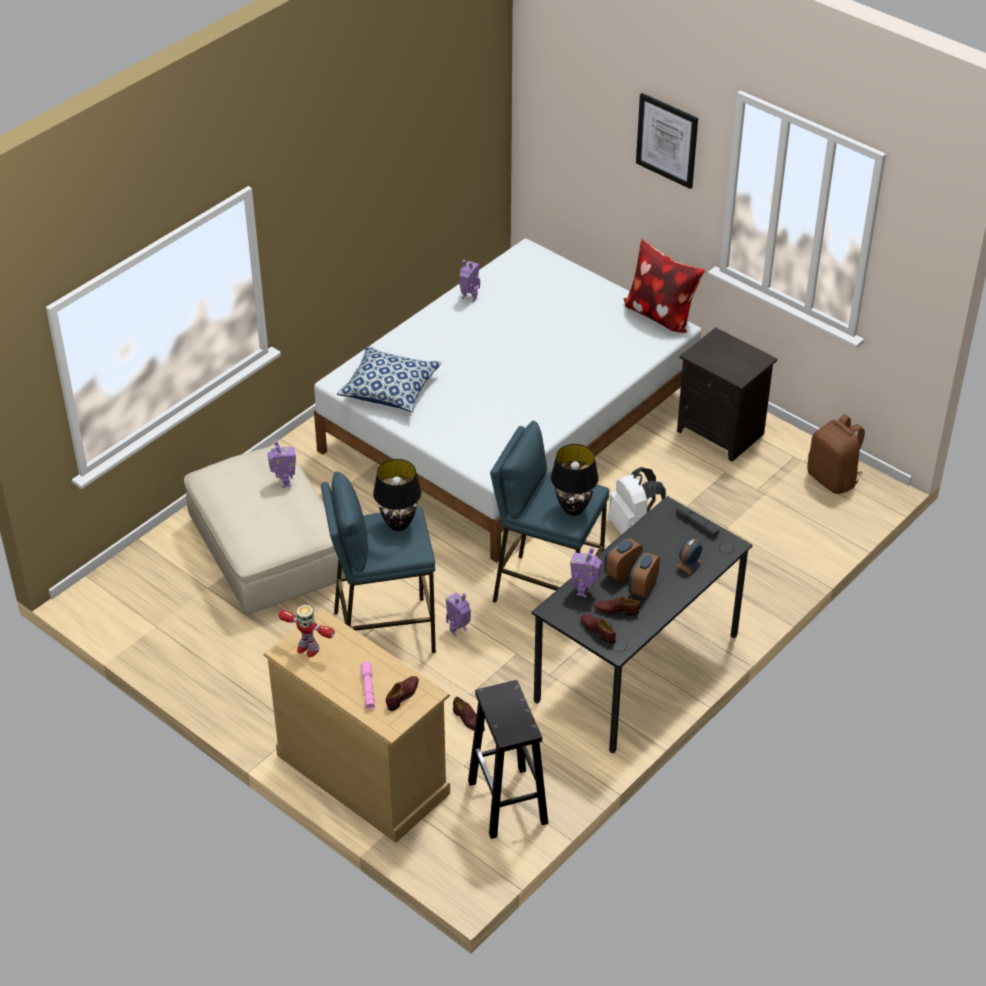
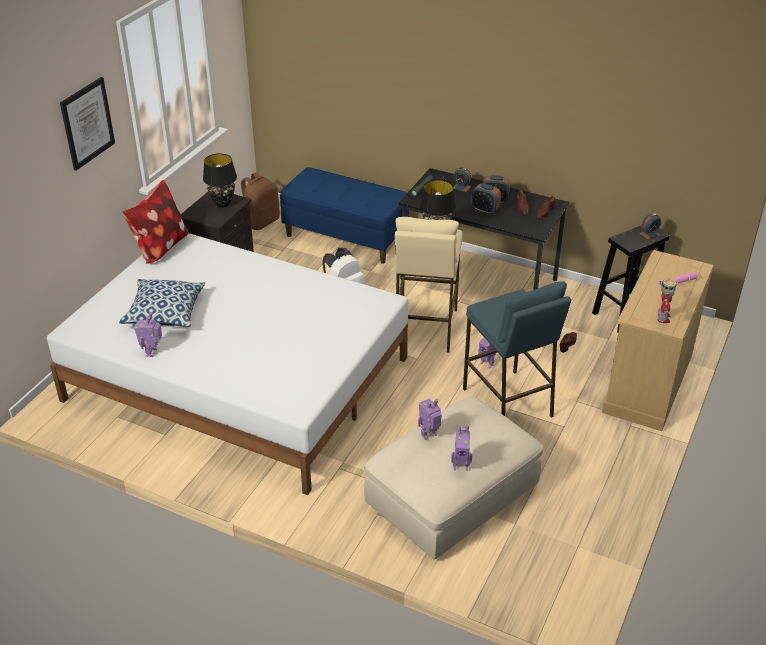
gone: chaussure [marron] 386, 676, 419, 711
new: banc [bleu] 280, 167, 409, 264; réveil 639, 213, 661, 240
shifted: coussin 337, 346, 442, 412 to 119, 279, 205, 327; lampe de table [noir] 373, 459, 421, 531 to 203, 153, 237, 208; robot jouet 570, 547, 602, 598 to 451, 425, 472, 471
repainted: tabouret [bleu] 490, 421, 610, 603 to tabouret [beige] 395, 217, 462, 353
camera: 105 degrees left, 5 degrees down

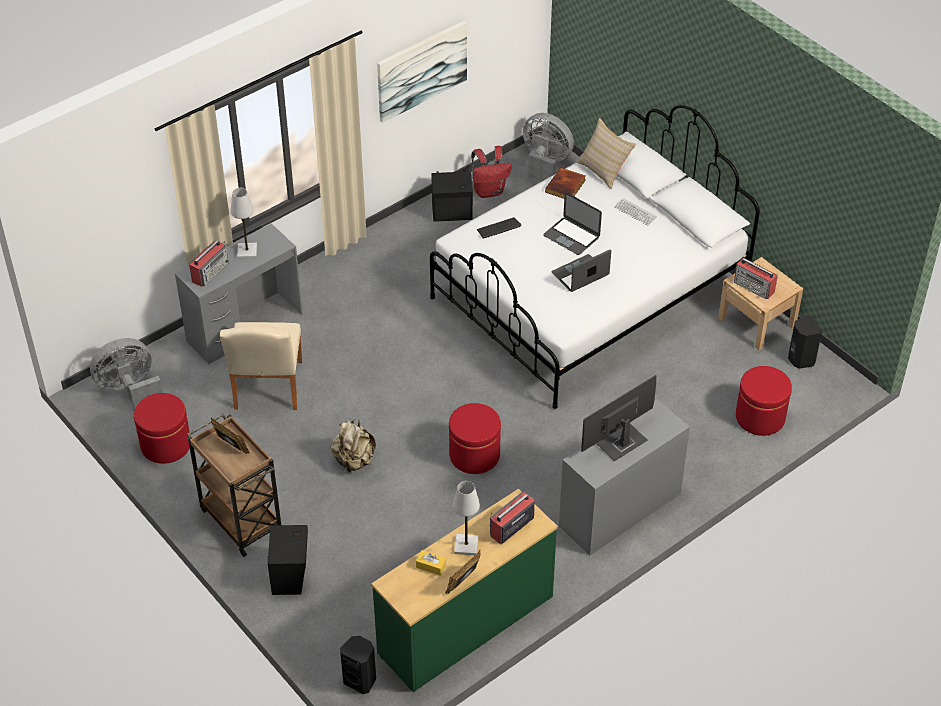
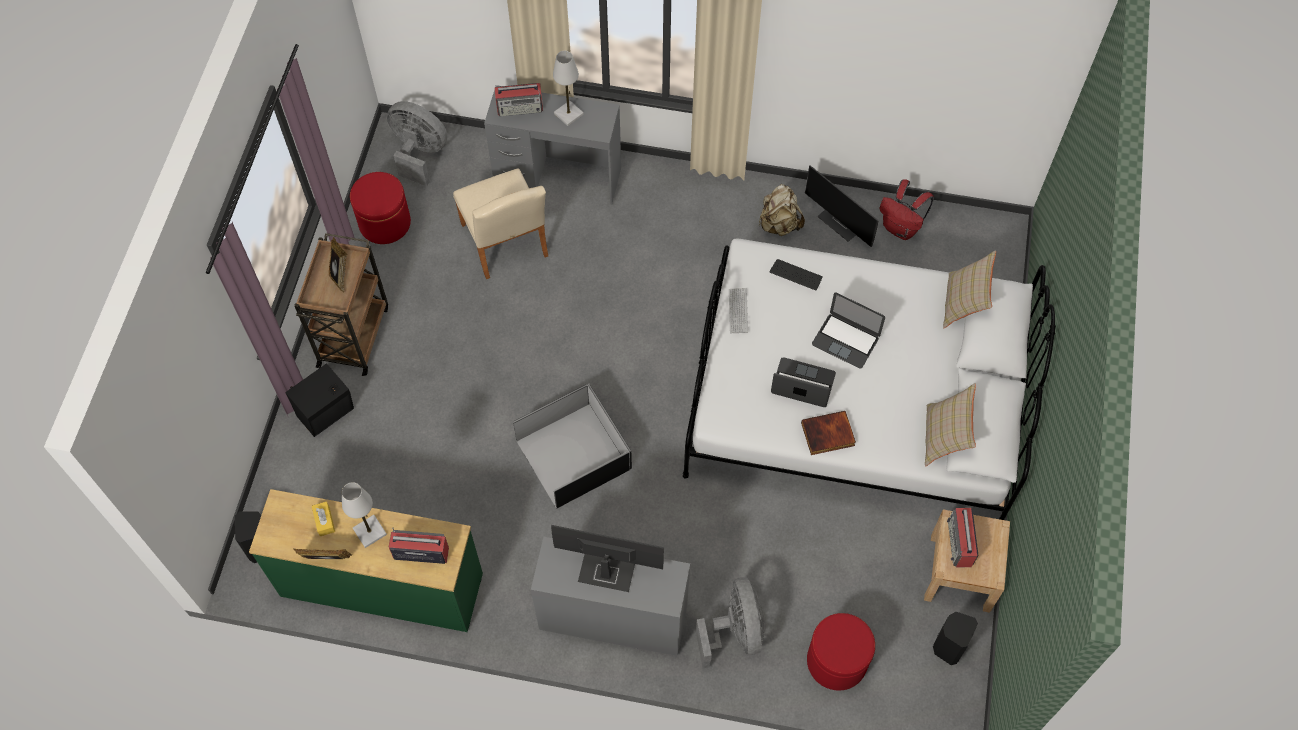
gone: tableau 377, 20, 467, 123
new: coussin [beige] 925, 383, 976, 466
shifted: sac à dos [beige] 331, 419, 376, 473 to 759, 184, 805, 236; ventilateur [gris] 523, 113, 574, 182 to 696, 577, 764, 668; livre 545, 167, 586, 199 to 801, 411, 856, 455; clavier 615, 198, 657, 225 to 729, 288, 748, 334
swapped: enceinte [noir] 431, 170, 473, 222 to écran d'ordinateur 805, 165, 879, 247; pouf [rouge] 449, 403, 501, 474 to boîte de rangement [noir] 513, 384, 632, 508
rotated: chaise [beige] 220, 322, 302, 410 = 453, 168, 548, 279 75 degrees counterclockwise; ordinateur portable 543, 192, 602, 255 = 812, 293, 885, 369 60 degrees counterclockwise
camera: 50 degrees right, 15 degrees up

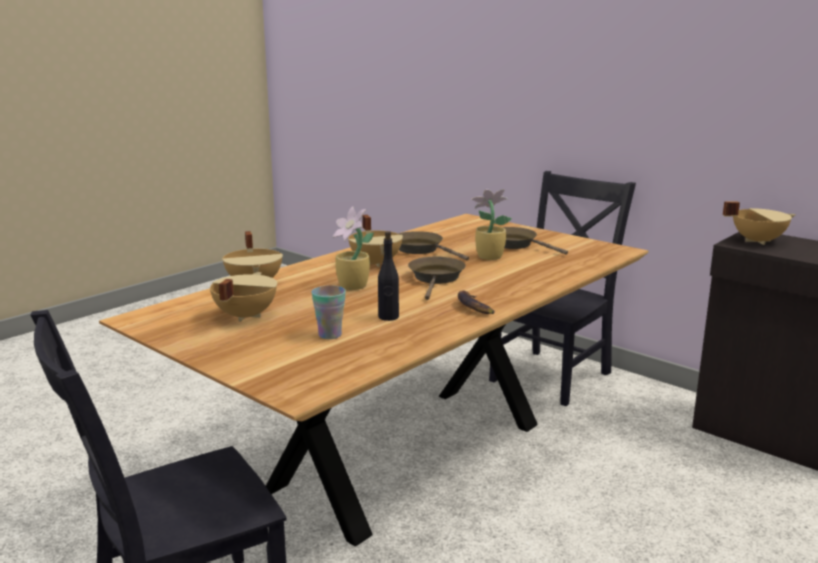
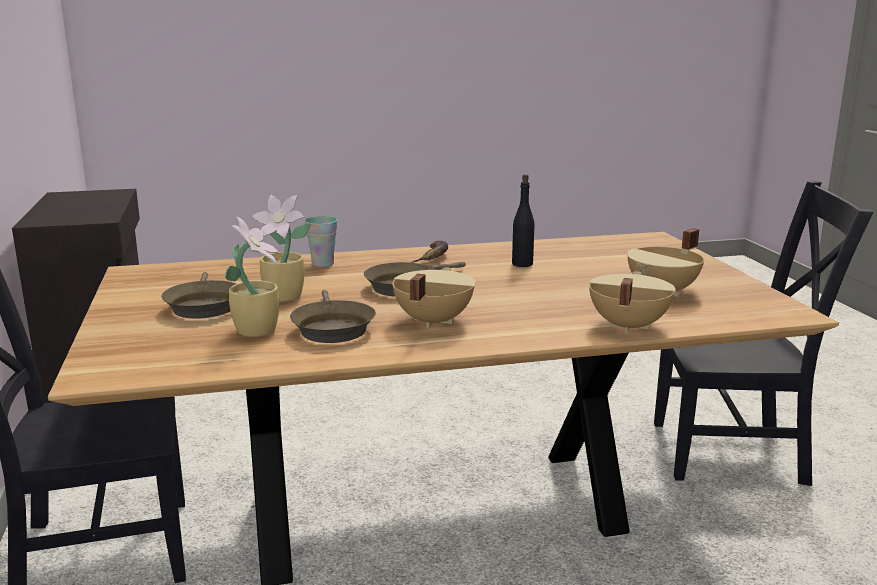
gone: marmite [beige] 723, 201, 796, 245
shifted: tasse 312, 285, 346, 339 to 304, 216, 337, 267; plante en pot 332, 206, 374, 290 to 225, 216, 279, 337
camera: 145 degrees left, 0 degrees up

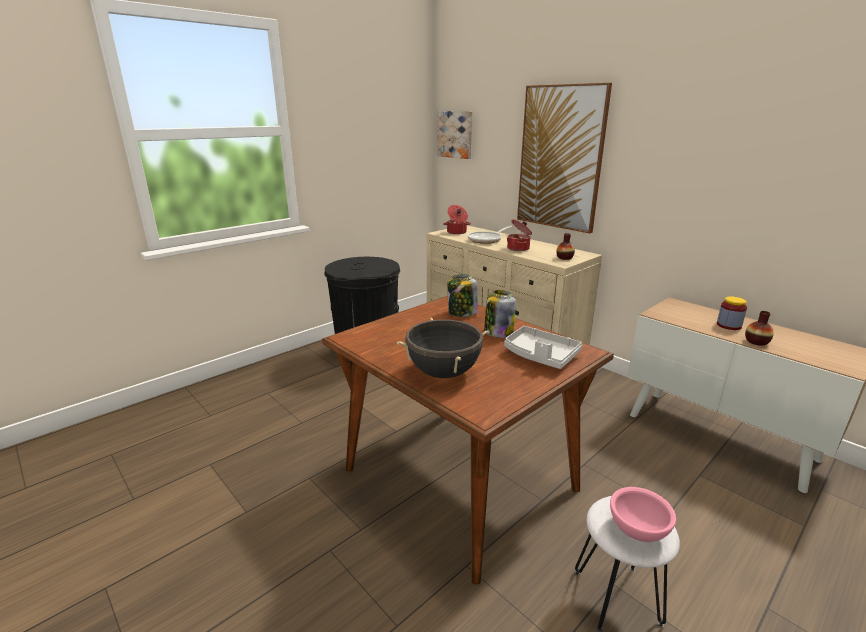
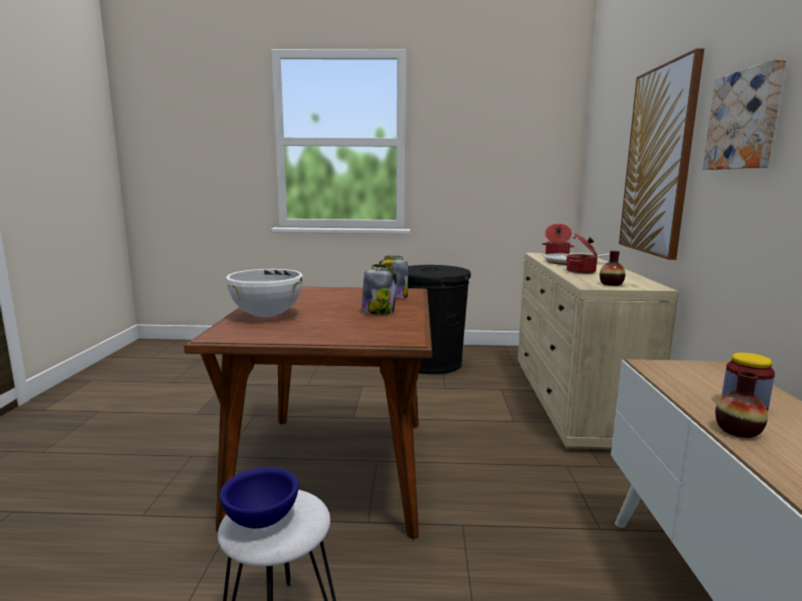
gone: plateau [gris] 504, 326, 583, 369
shifted: tableau 437, 111, 472, 159 to 703, 59, 786, 170
repainted: marmite [noir] 397, 318, 490, 378 to marmite [blanc] 226, 269, 303, 317; bol [rose] 610, 487, 676, 542 to bol [bleu] 220, 467, 299, 528
camera: 45 degrees right, 10 degrees down

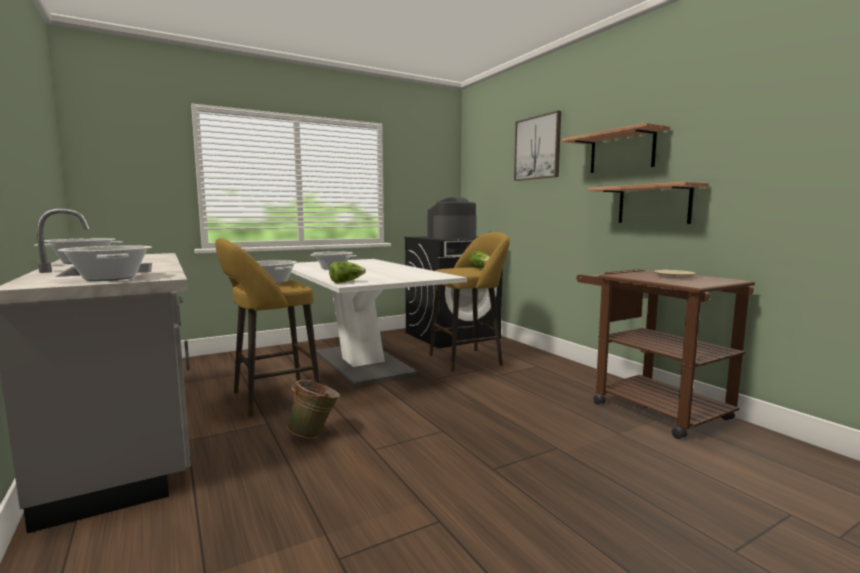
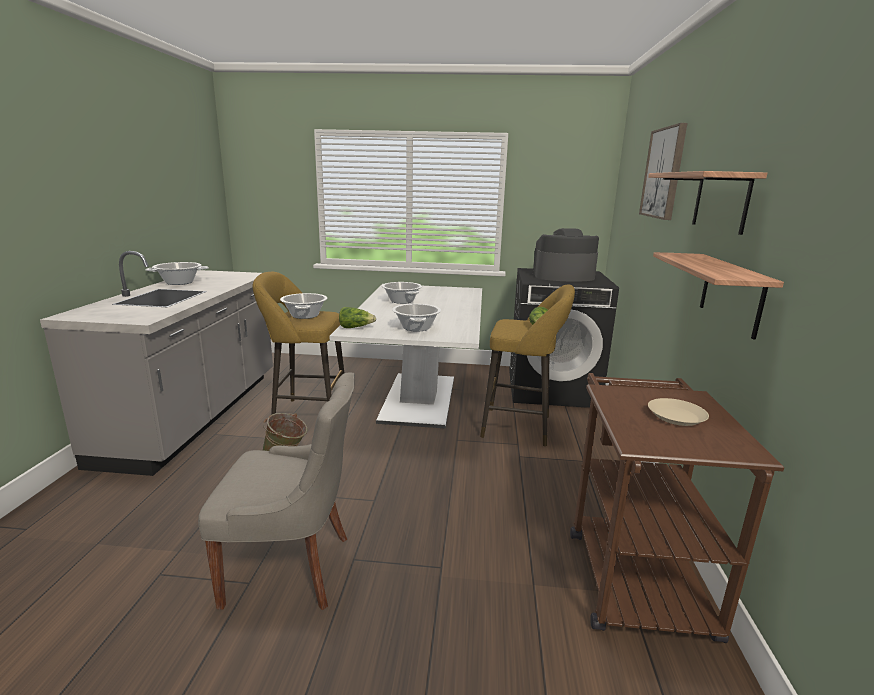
new: chaise [gris] 198, 372, 355, 610
shifted: marmite 58, 246, 152, 281 to 392, 304, 441, 332
camera: 35 degrees right, 10 degrees up

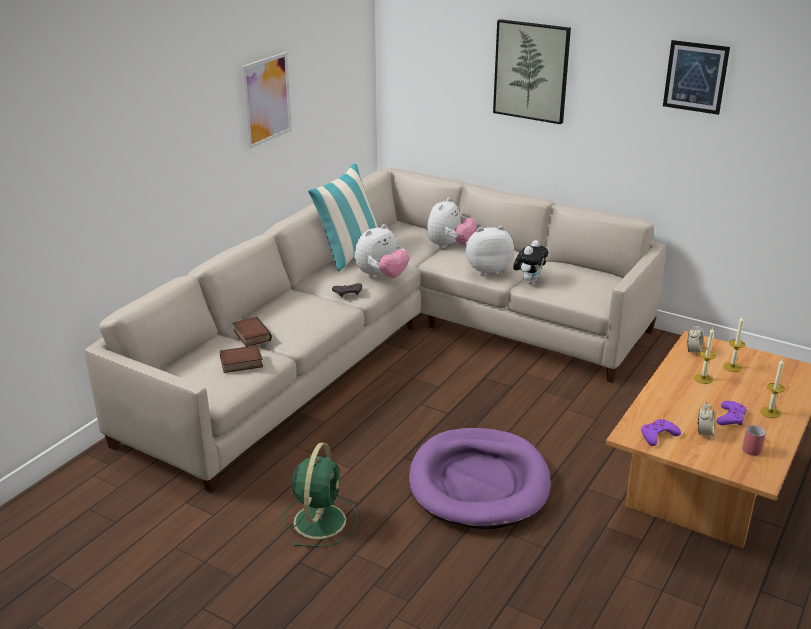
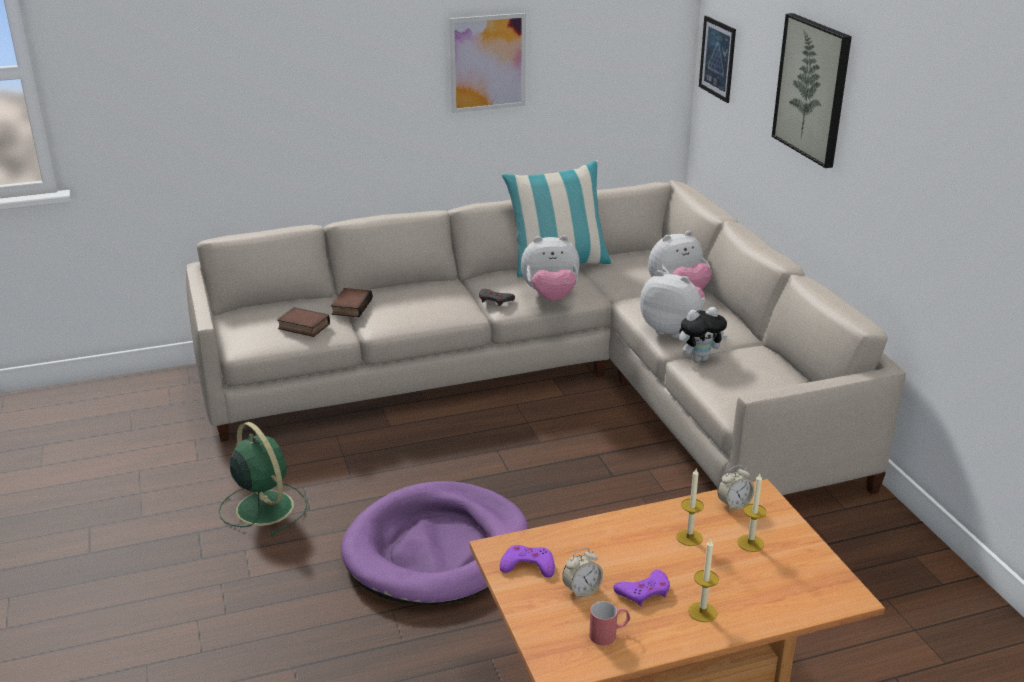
shifted: tableau 663, 40, 730, 115 to 699, 16, 736, 103
rotated: ventilateur [vert] 284, 443, 357, 547 = 219, 422, 307, 535 90 degrees counterclockwise
camera: 40 degrees right, 0 degrees up

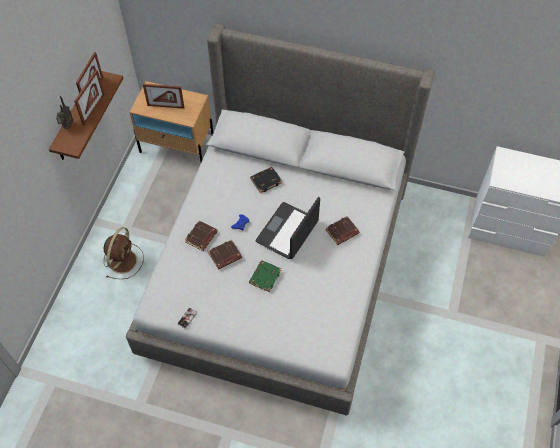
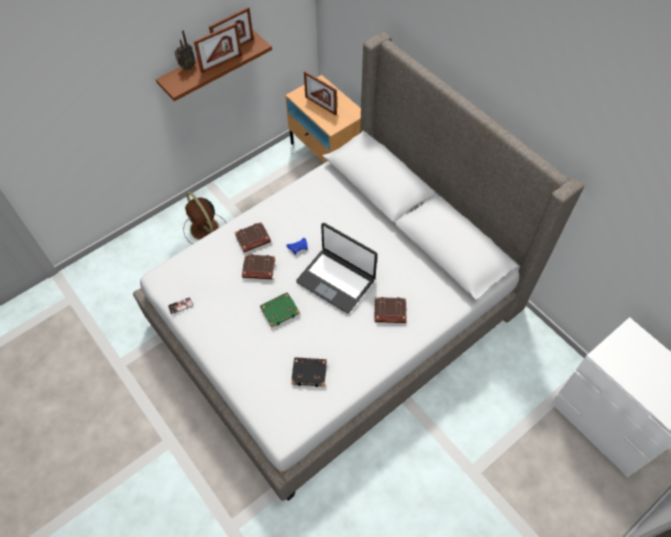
shifted: livre [noir] 250, 167, 282, 194 to 291, 357, 327, 387
rotated: ventilateur [marron] 104, 227, 144, 279 = 183, 192, 226, 244 90 degrees clockwise; ordinateur portable 256, 197, 320, 259 = 296, 223, 378, 313 120 degrees counterclockwise
camera: 35 degrees right, 0 degrees up

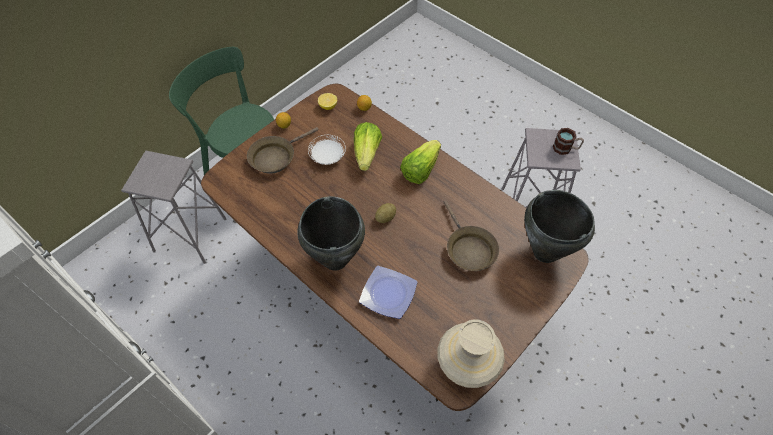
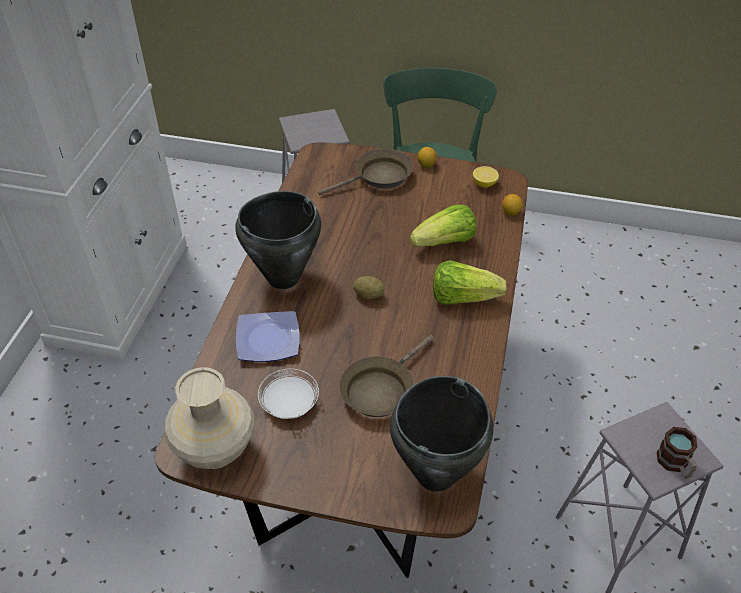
shifted: assiette [blanc] 308, 135, 346, 165 to 258, 369, 319, 419
rotated: poêle [marron] 247, 127, 319, 174 = 318, 148, 413, 195 135 degrees clockwise
camera: 60 degrees right, 10 degrees down

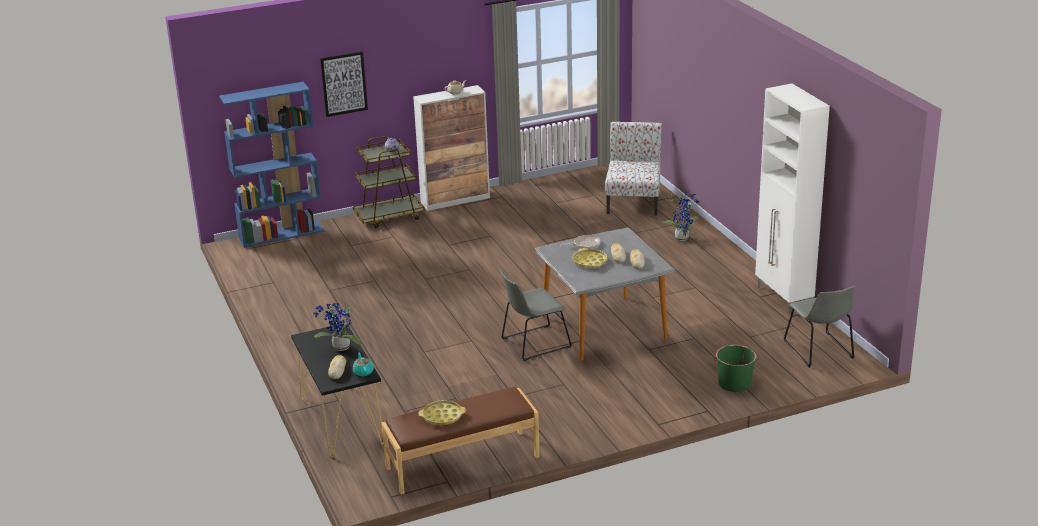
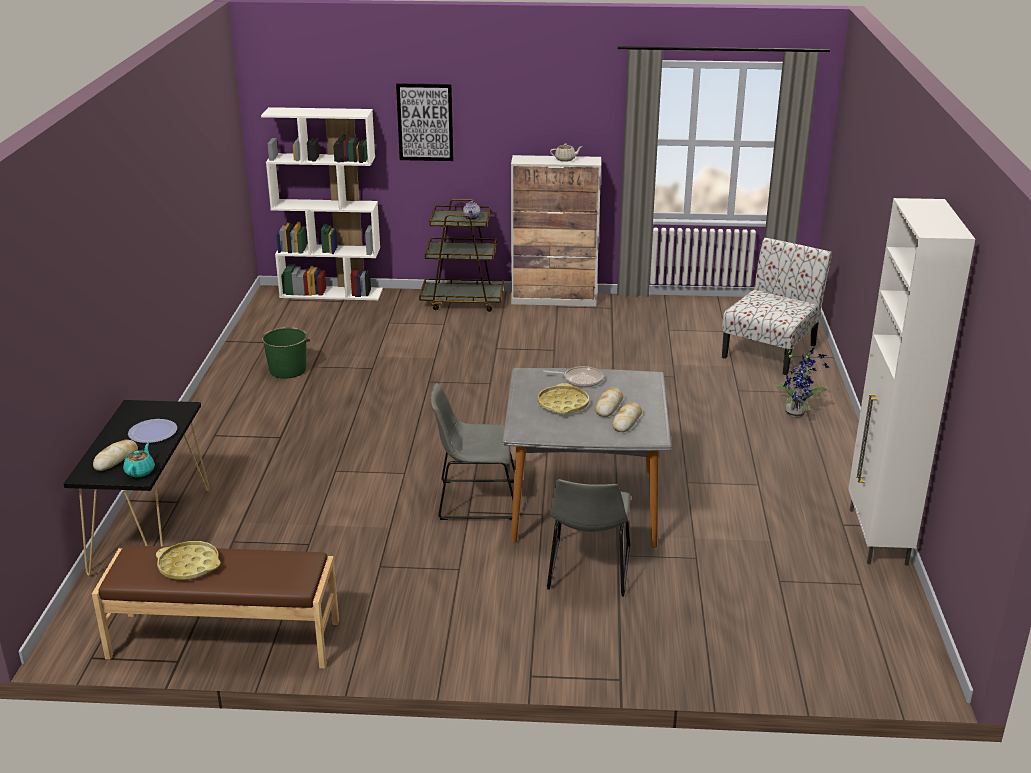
shifted: seau [vert] 714, 345, 757, 392 to 261, 327, 310, 379; chaise [gris] 784, 286, 855, 368 to 547, 479, 631, 596
swapped: plante en pot 313, 303, 361, 351 to assiette 128, 419, 177, 443
repainted: bibliothèque [bleu] 219, 82, 325, 248 to bibliothèque [blanc] 261, 107, 383, 300
camera: 25 degrees right, 0 degrees up

